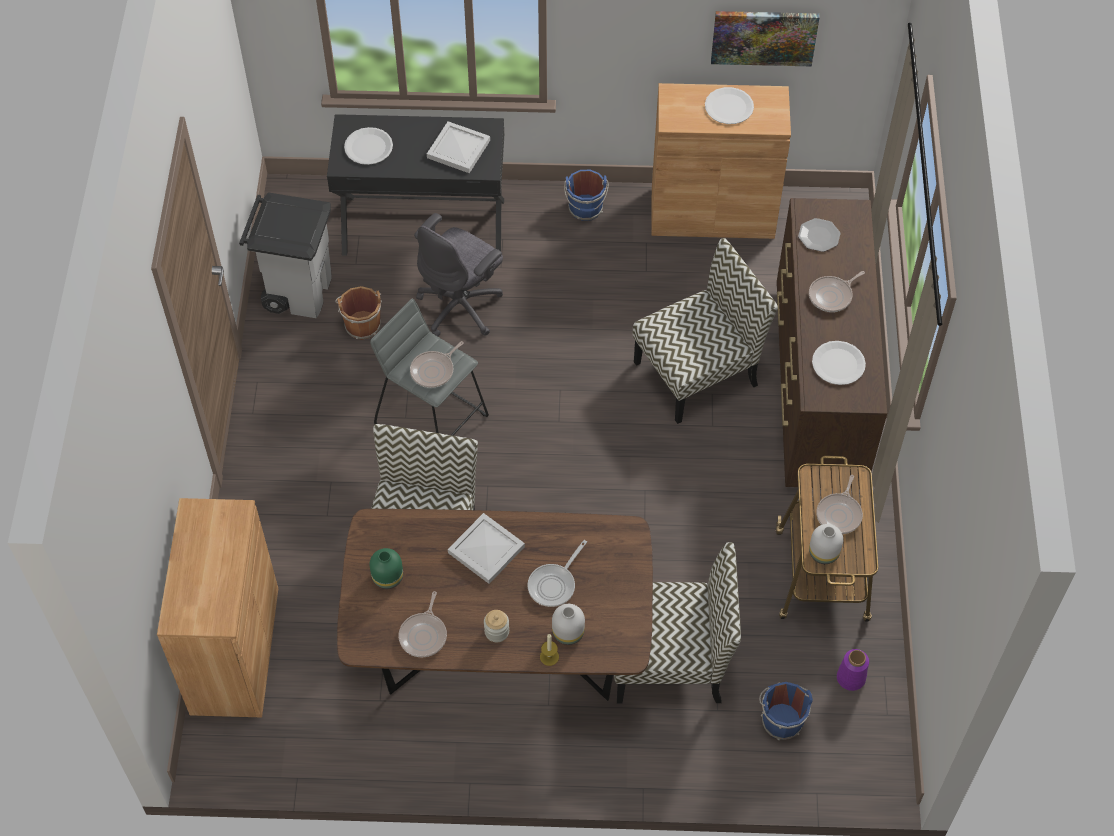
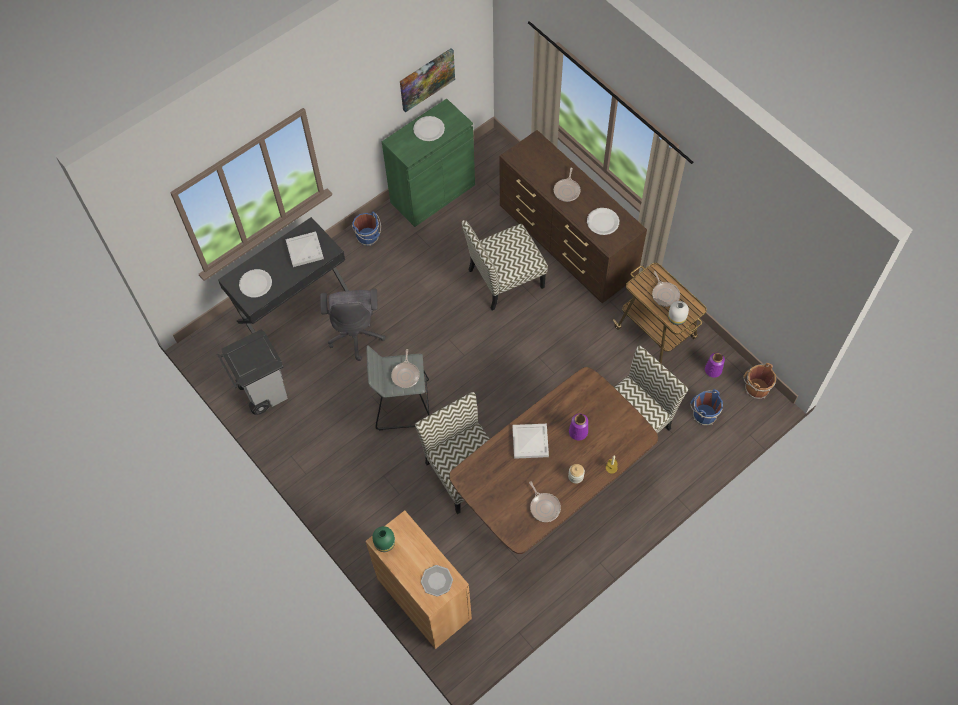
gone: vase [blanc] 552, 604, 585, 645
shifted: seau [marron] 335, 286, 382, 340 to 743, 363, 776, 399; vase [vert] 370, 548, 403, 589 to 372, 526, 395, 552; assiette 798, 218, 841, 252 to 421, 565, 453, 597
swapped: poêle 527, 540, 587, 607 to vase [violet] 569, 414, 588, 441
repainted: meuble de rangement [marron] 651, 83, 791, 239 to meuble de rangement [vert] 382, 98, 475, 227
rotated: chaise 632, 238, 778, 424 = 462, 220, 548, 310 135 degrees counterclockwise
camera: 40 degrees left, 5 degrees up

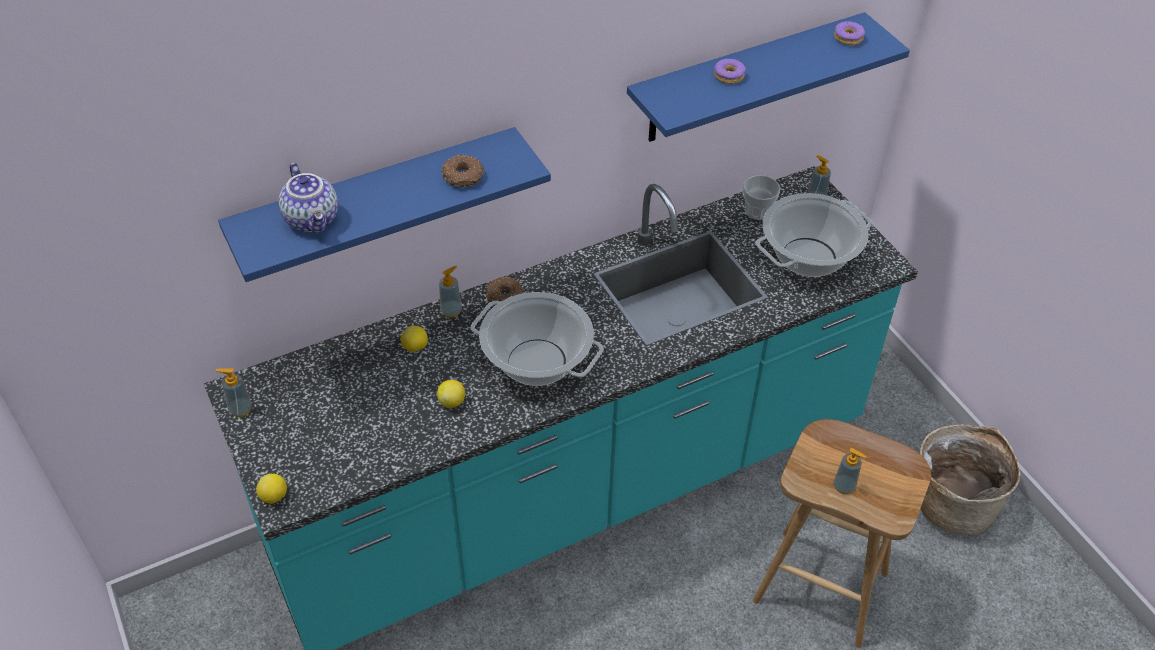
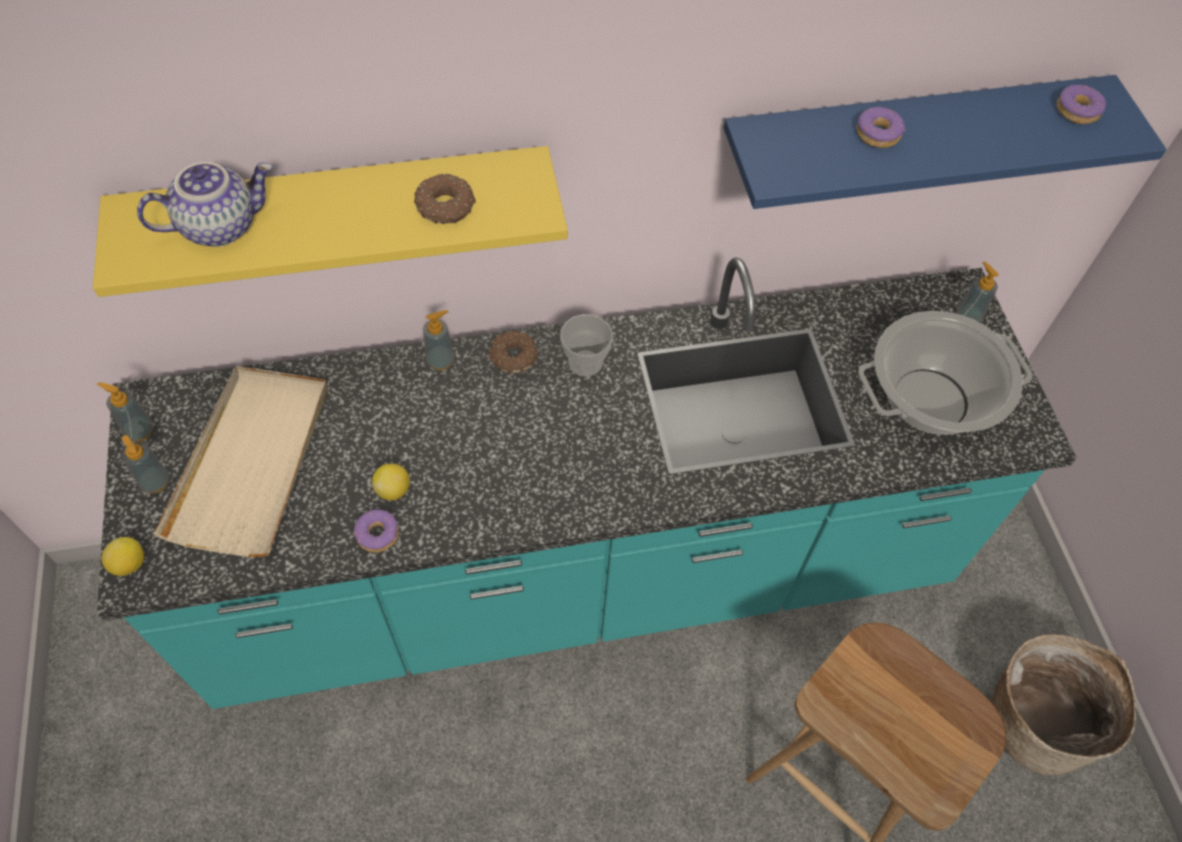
gone: citron 401, 326, 428, 352; marmite 471, 292, 604, 386
new: plateau [beige] 154, 366, 328, 557; beignet 354, 509, 399, 552
shifted: tasse 743, 175, 780, 220 to 560, 314, 613, 376; distributeur de savon 833, 448, 866, 494 to 121, 435, 170, 493
repainted: étagère [bleu] 218, 127, 551, 282 to étagère [jaune] 93, 146, 568, 297
rotated: théière 279, 163, 338, 233 = 137, 162, 273, 247 105 degrees counterclockwise
camera: 15 degrees right, 10 degrees up

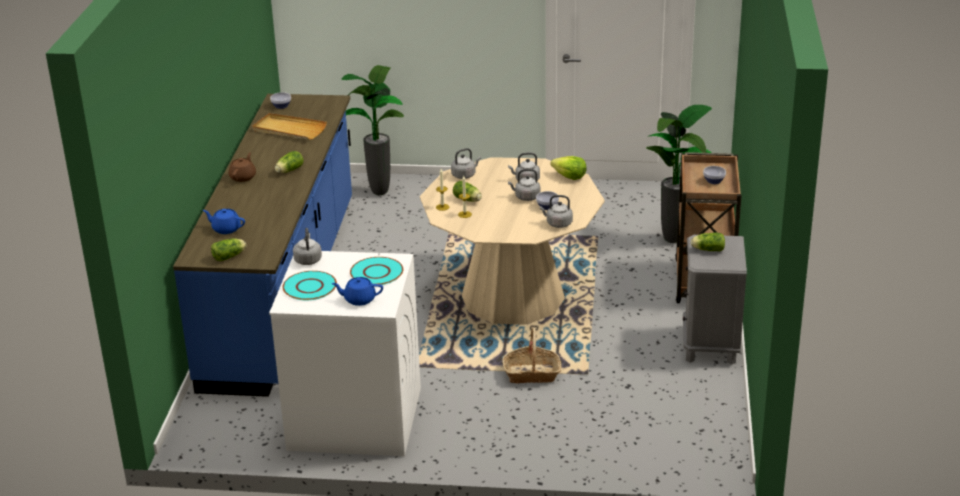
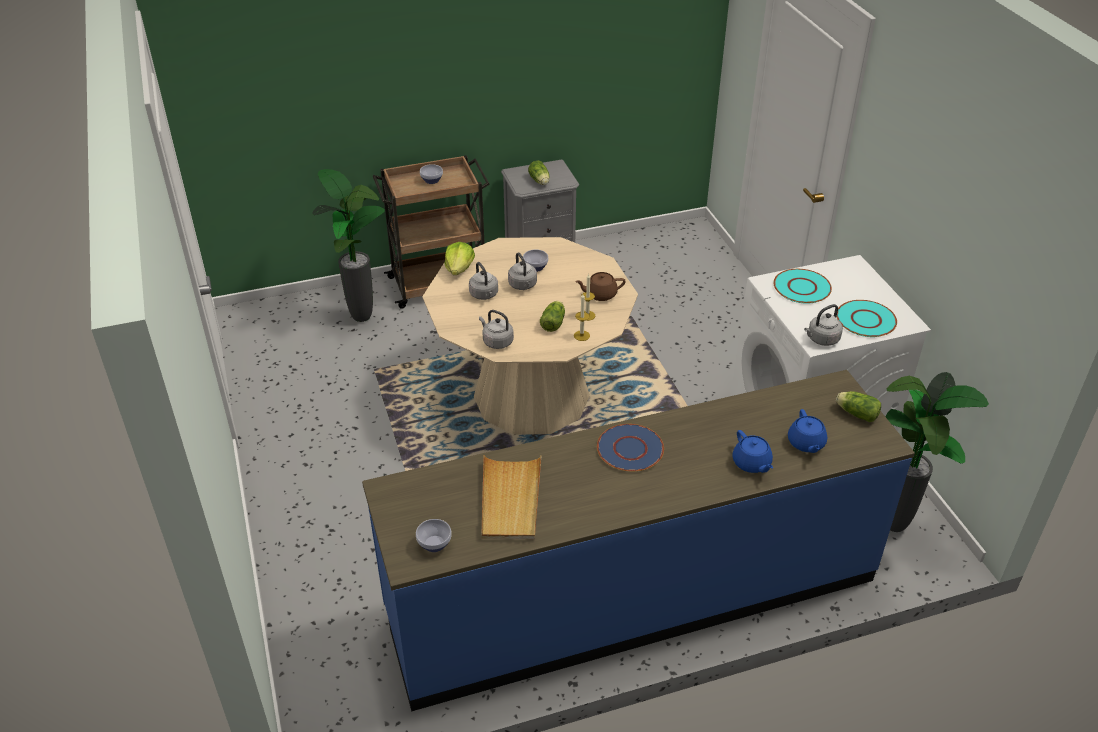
gone: panier 502, 328, 561, 384; bouilloire [gris] 540, 195, 573, 228
shifted: théière [marron] 229, 152, 256, 182 to 575, 272, 626, 301; théière [bleu] 331, 277, 383, 306 to 732, 430, 773, 473; plante en pot 342, 65, 404, 195 to 886, 372, 989, 532
swapped: laitue 275, 151, 304, 173 to assiette [bleu] 597, 424, 664, 472
camera: 115 degrees left, 10 degrees up

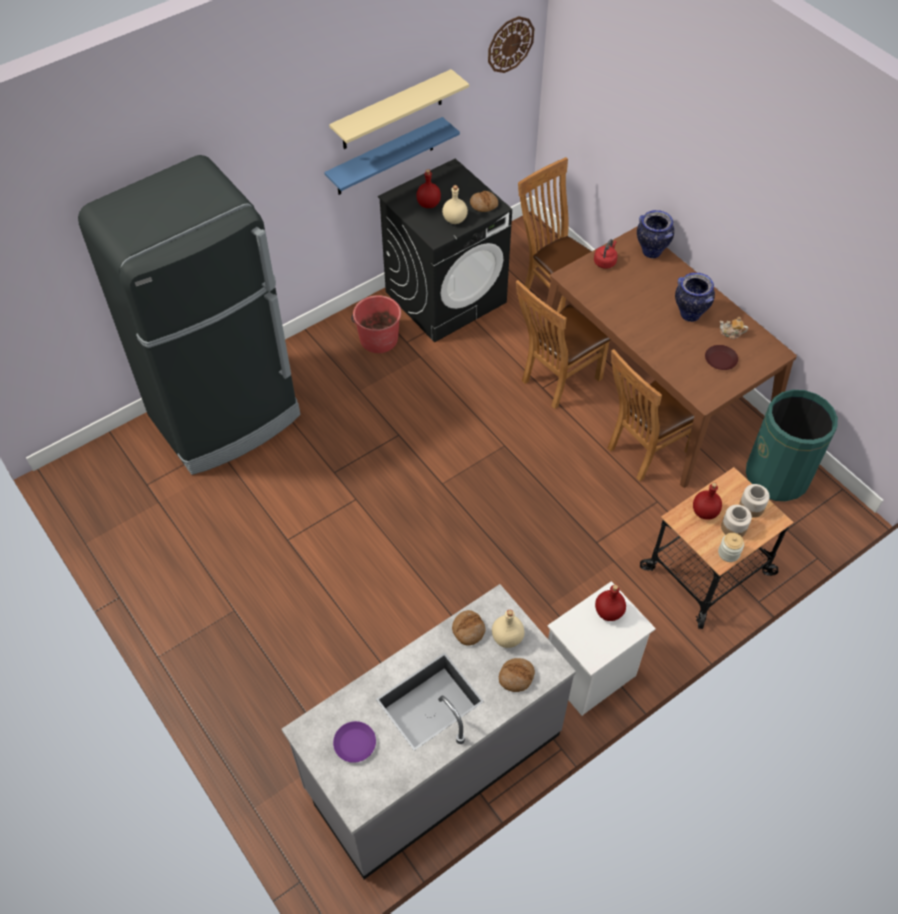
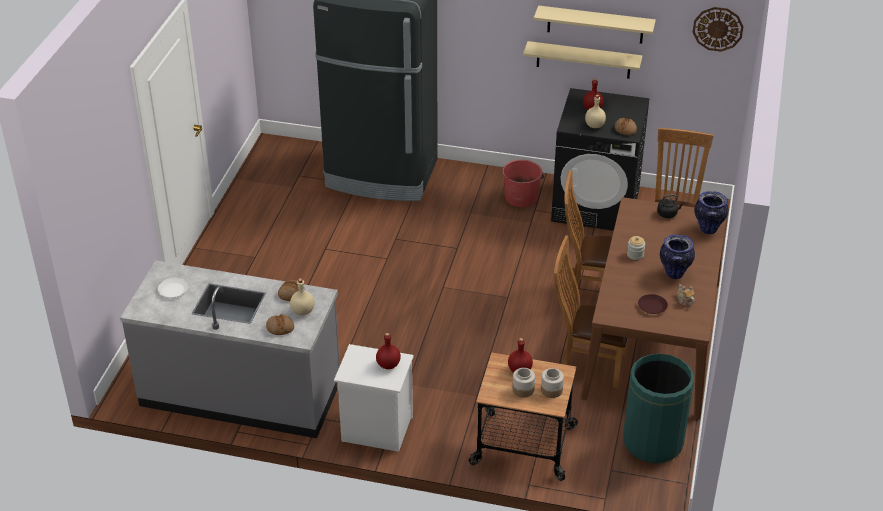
shifted: bocal 718, 533, 744, 562 to 627, 236, 645, 260
repainted: étagère [bleu] 324, 117, 460, 195 to étagère [beige] 523, 41, 642, 79; assiette [violet] 333, 721, 376, 763 to assiette [blanc] 158, 278, 188, 298; bouilloire [rouge] 594, 239, 618, 269 to bouilloire [noir] 657, 194, 685, 218
camera: 50 degrees right, 15 degrees down

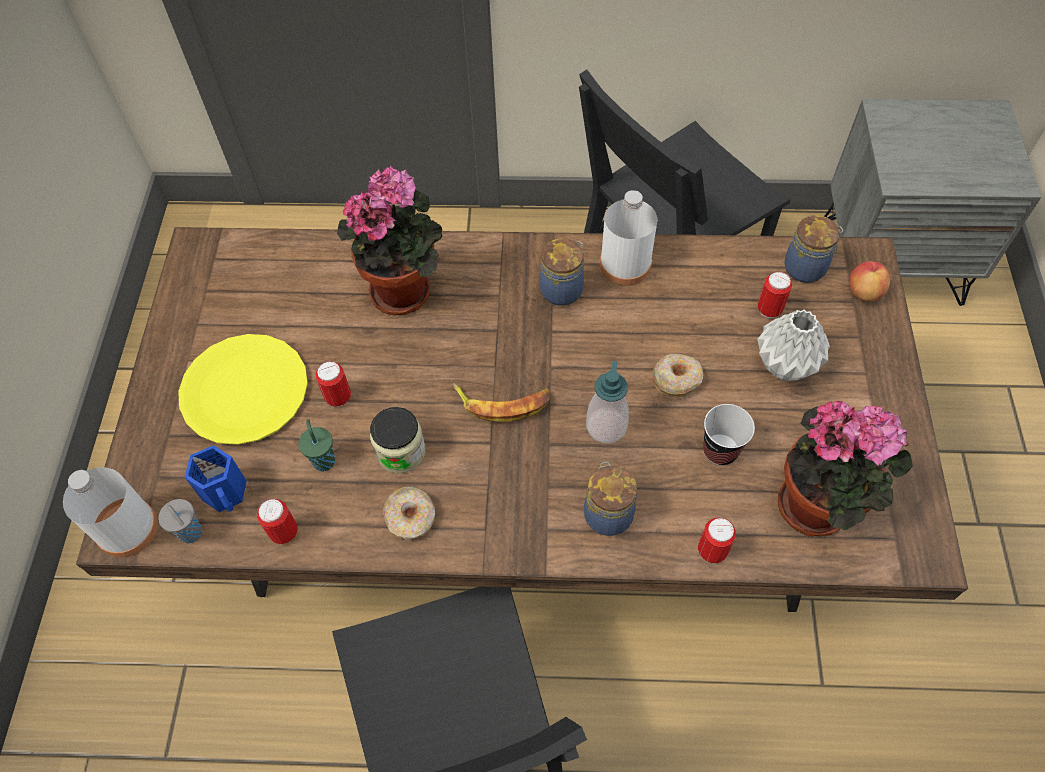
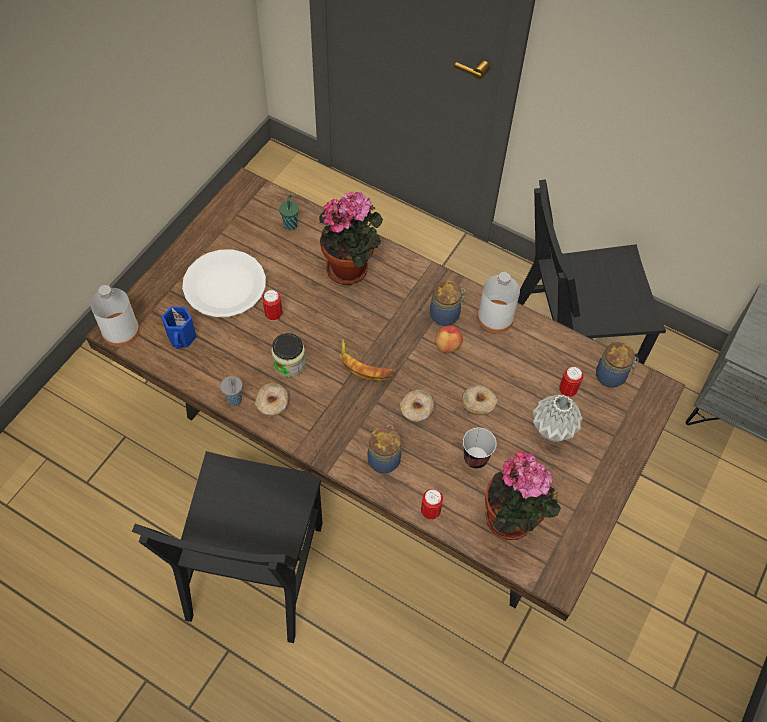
gone: boîte métallique 257, 499, 298, 544
shifted: tasse [gris] 158, 499, 202, 543 to 220, 376, 243, 406; tasse [vert] 298, 419, 335, 472 to 279, 195, 299, 230; pomme 849, 261, 890, 302 to 435, 325, 463, 354
swapped: distributeur de savon 586, 361, 629, 443 to beignet 400, 389, 434, 422
repainted: assiette [jaune] 178, 334, 308, 445 to assiette [blanc] 182, 250, 266, 317
camera: 25 degrees right, 0 degrees up

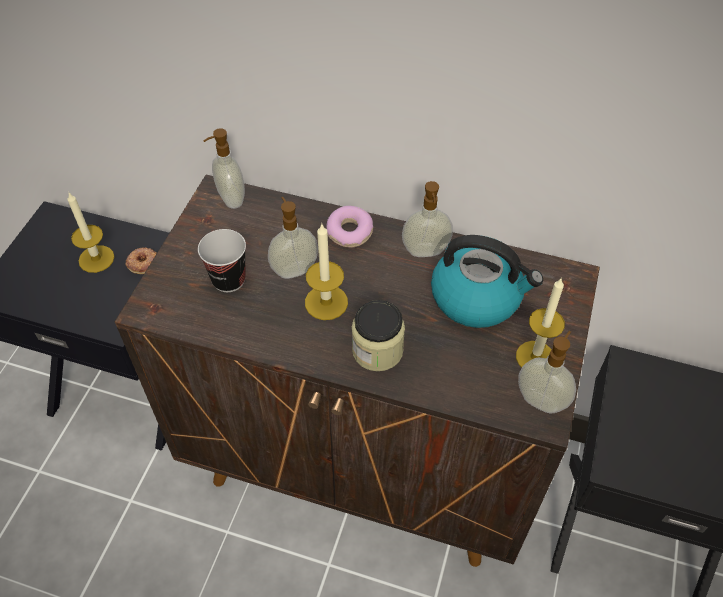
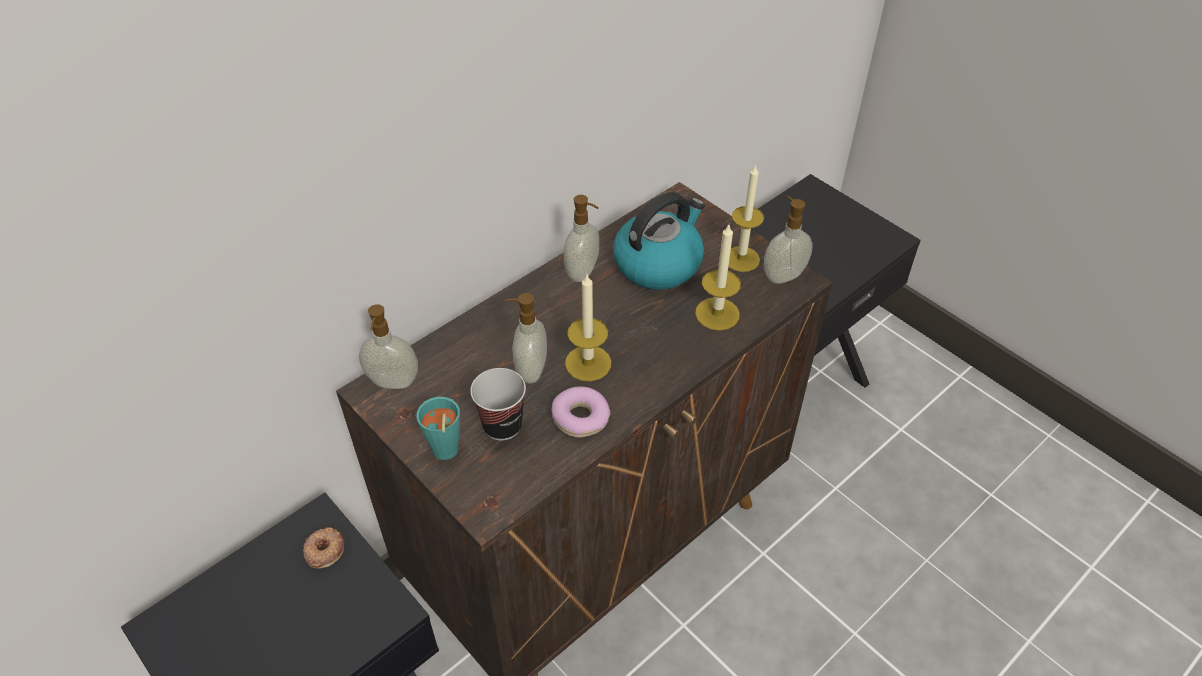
gone: bocal 352, 300, 405, 371
new: tasse [turquoise] 416, 397, 460, 460
shifted: bougie 67, 193, 114, 273 to 695, 225, 741, 331; beignet 326, 206, 373, 248 to 551, 387, 610, 437
camera: 60 degrees left, 5 degrees down

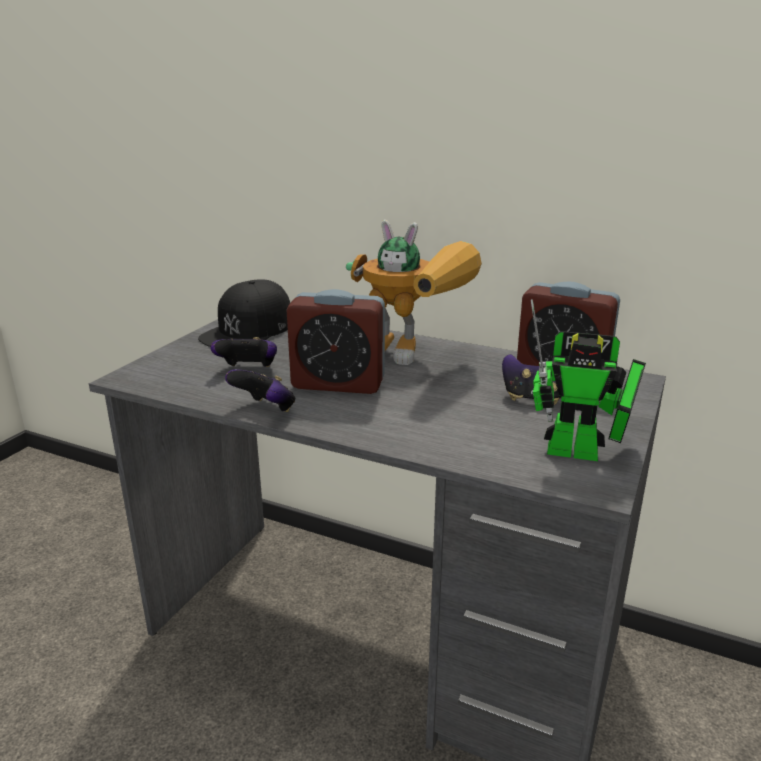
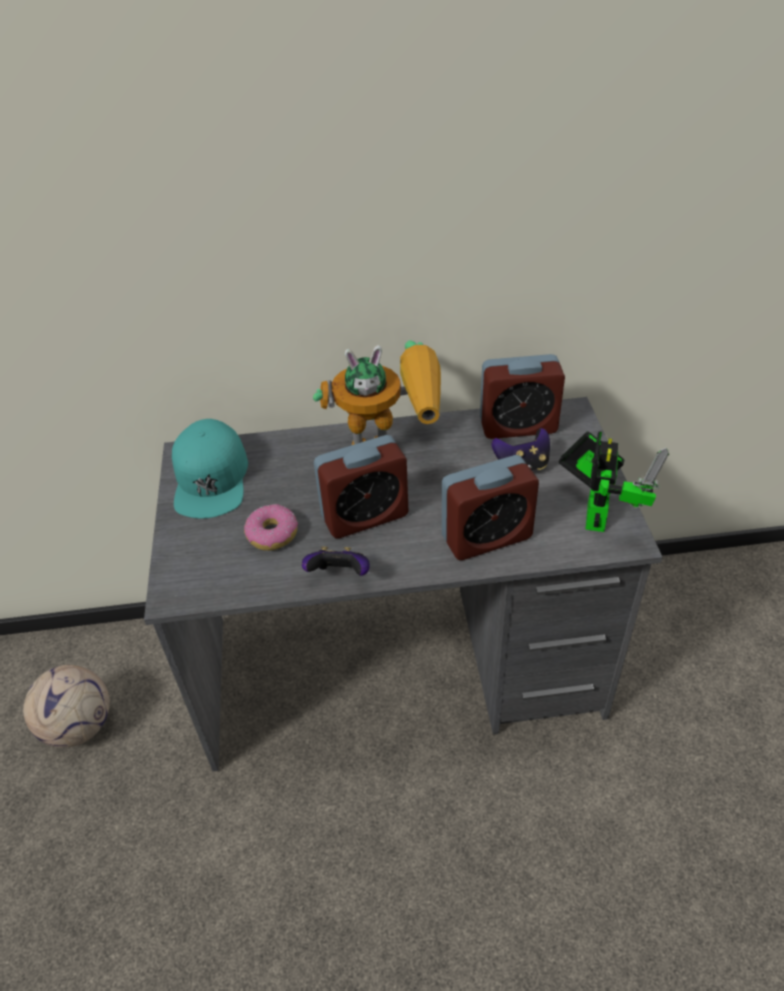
new: ballon de foot 23, 665, 110, 748; réveil 442, 455, 539, 560
swapped: manette 210, 337, 277, 367 to beignet 244, 504, 298, 551
repainted: casquette [noir] 198, 279, 290, 347 to casquette [turquoise] 172, 419, 248, 519
rotated: robot jouet 531, 299, 646, 461 = 559, 431, 669, 532 60 degrees counterclockwise
camera: 30 degrees left, 20 degrees up

